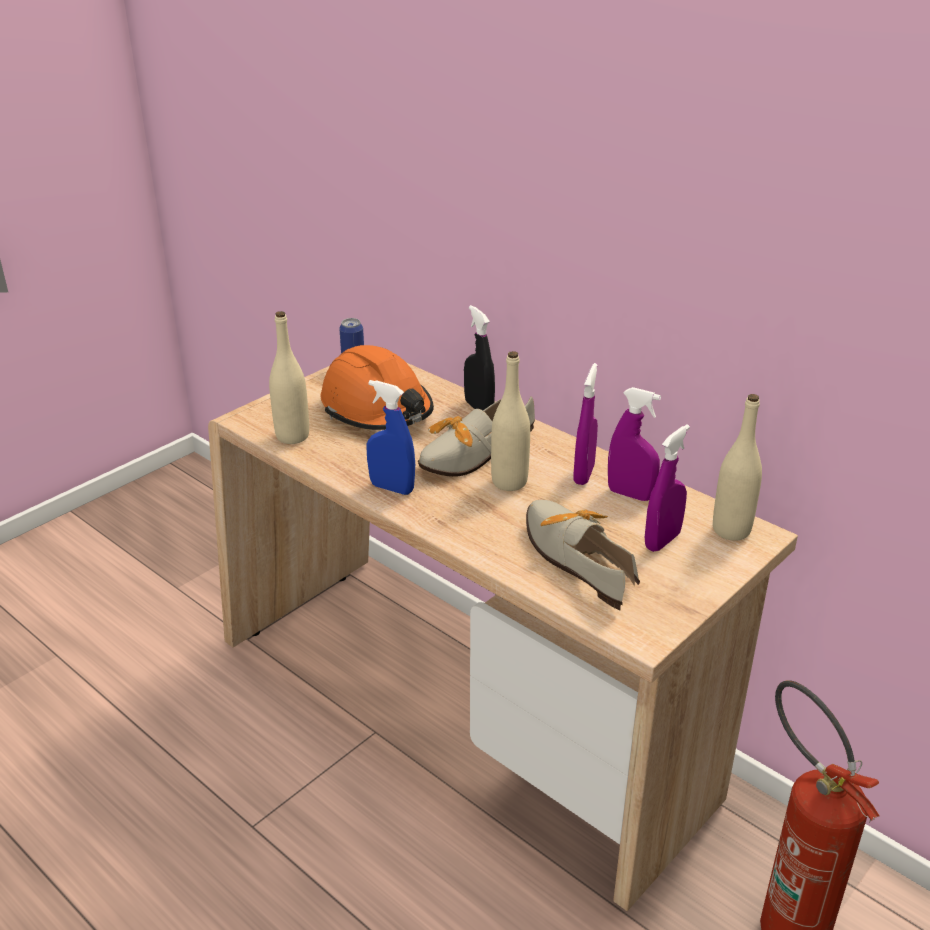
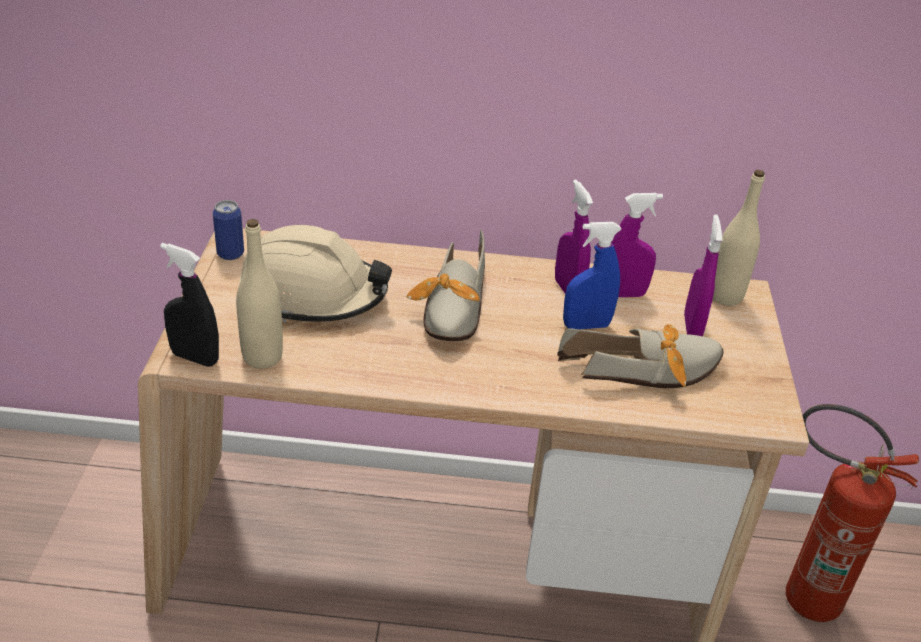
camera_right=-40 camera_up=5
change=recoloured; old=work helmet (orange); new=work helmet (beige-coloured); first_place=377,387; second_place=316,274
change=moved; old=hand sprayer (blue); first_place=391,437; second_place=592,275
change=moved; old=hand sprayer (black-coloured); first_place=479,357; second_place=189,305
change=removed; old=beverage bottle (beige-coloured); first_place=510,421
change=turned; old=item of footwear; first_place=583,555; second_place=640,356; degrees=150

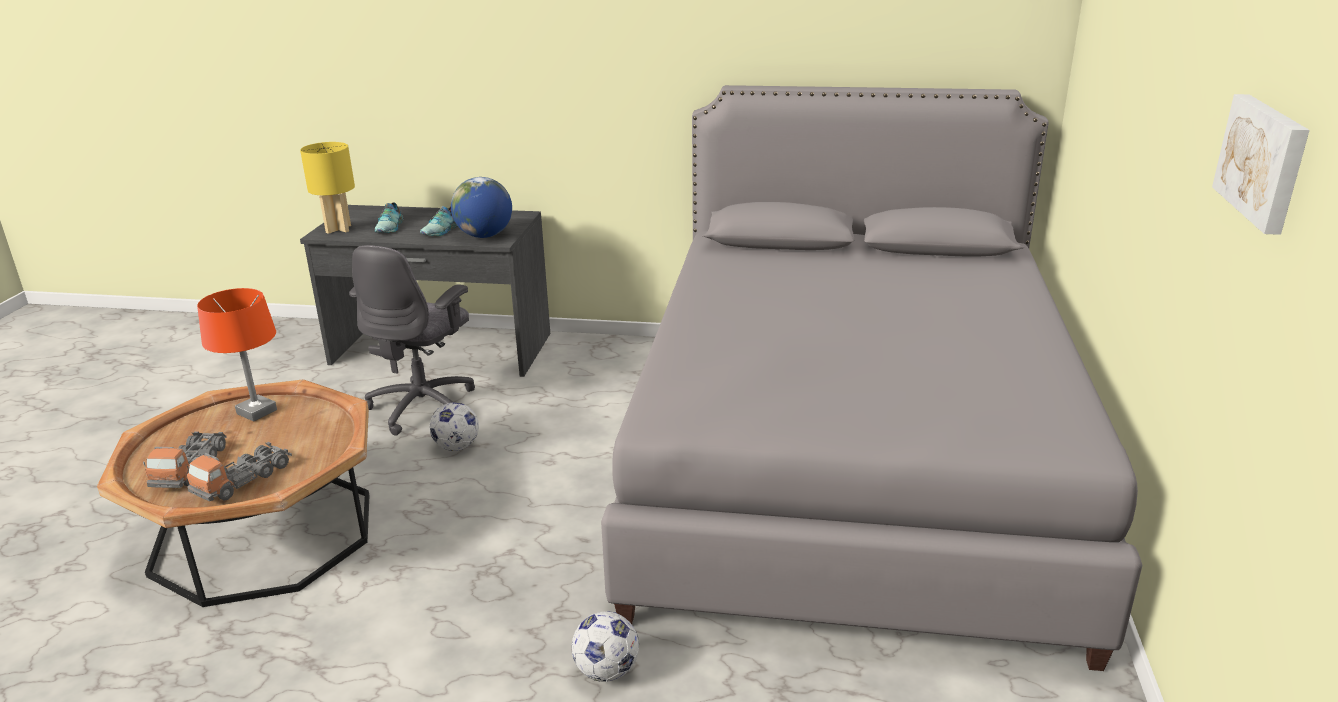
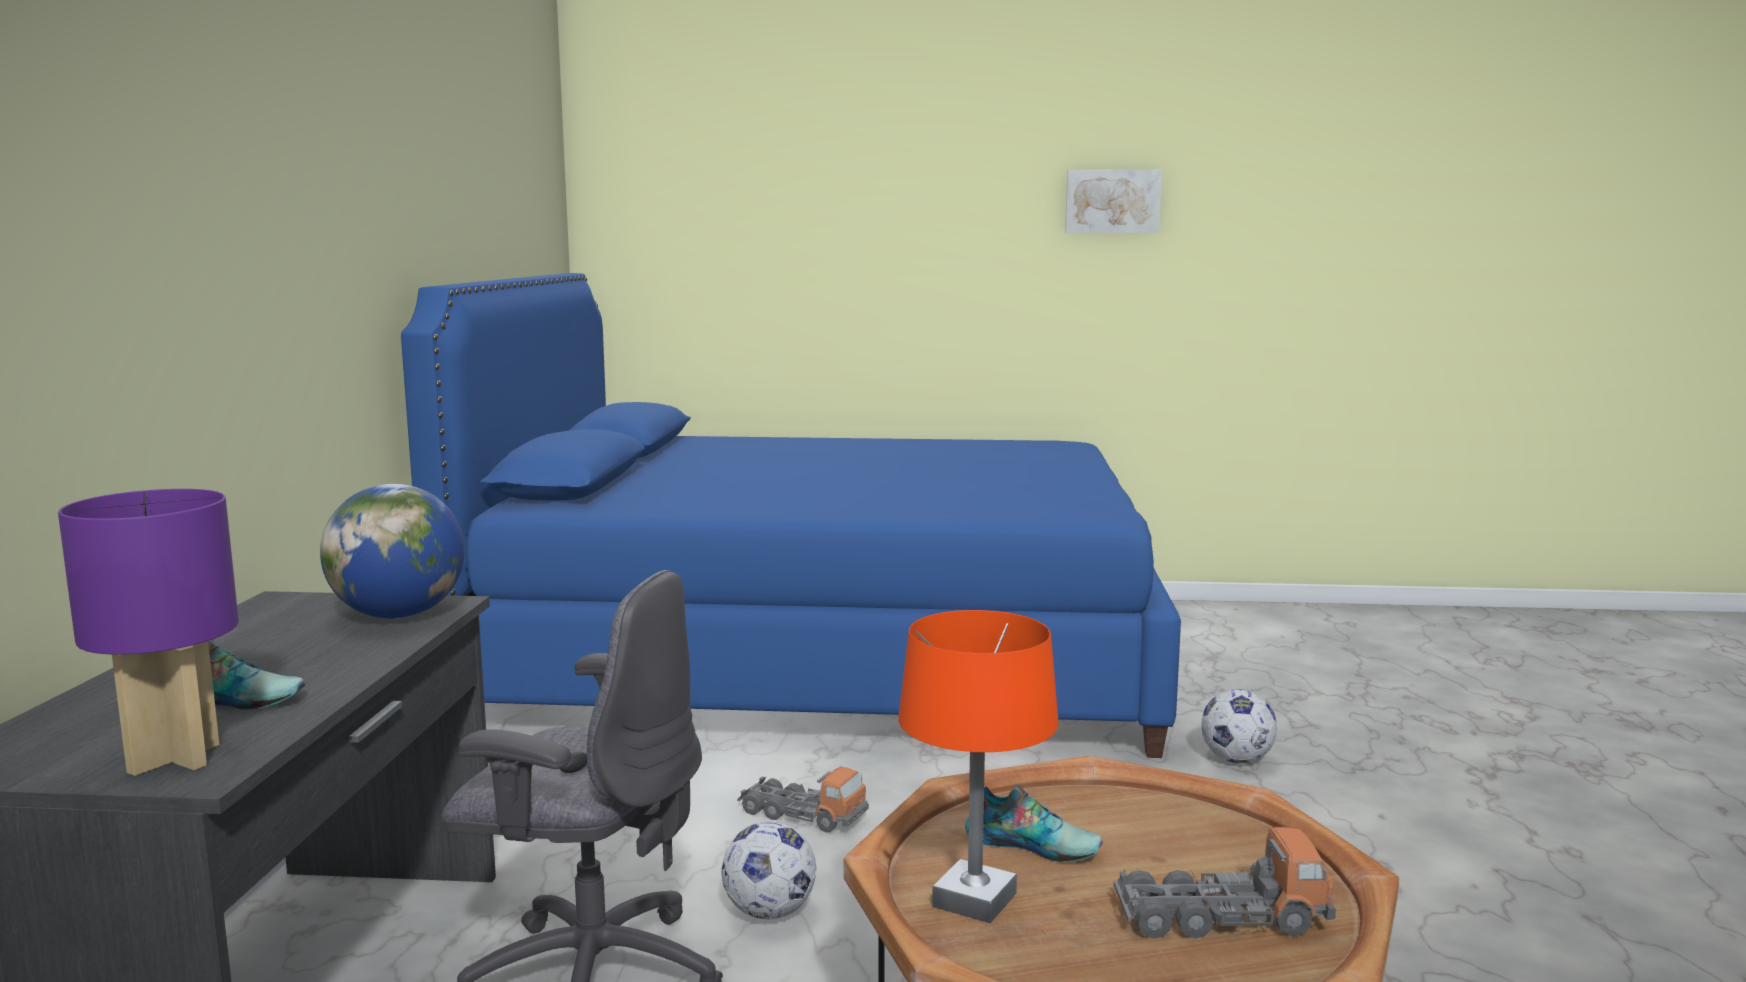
camera_right=-95 camera_up=-15
change=moved; old=model truck; first_place=239,471; second_place=803,799
change=recoloured; old=table lamp (yellowish); new=table lamp (purple-coloured); first_place=327,188; second_place=148,632
change=moved; old=item of footwear; first_place=439,221; second_place=1034,823
change=recoloured; old=bedroom bed (gray); new=bedroom bed (blue); first_place=871,378; second_place=791,515

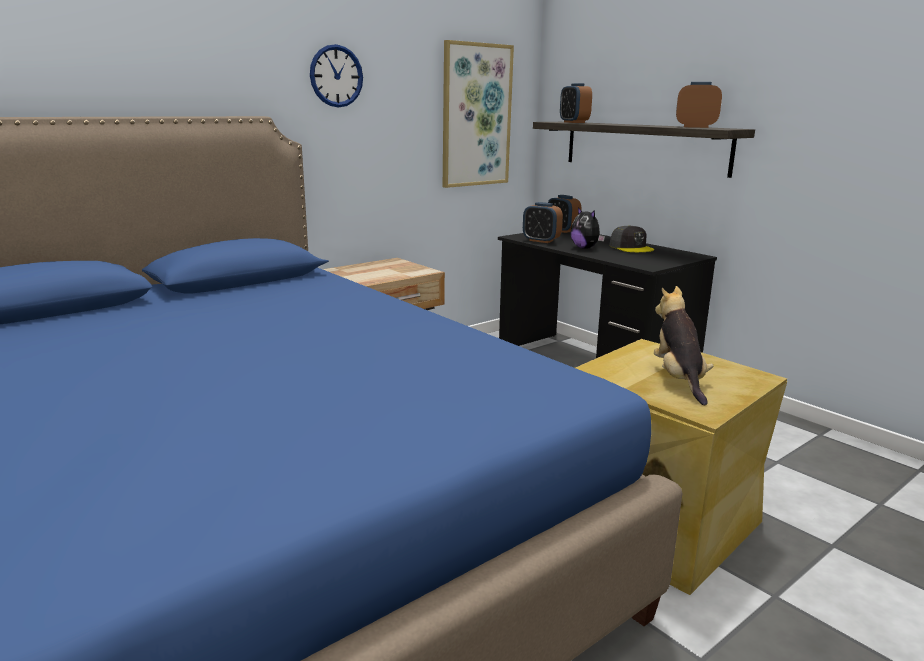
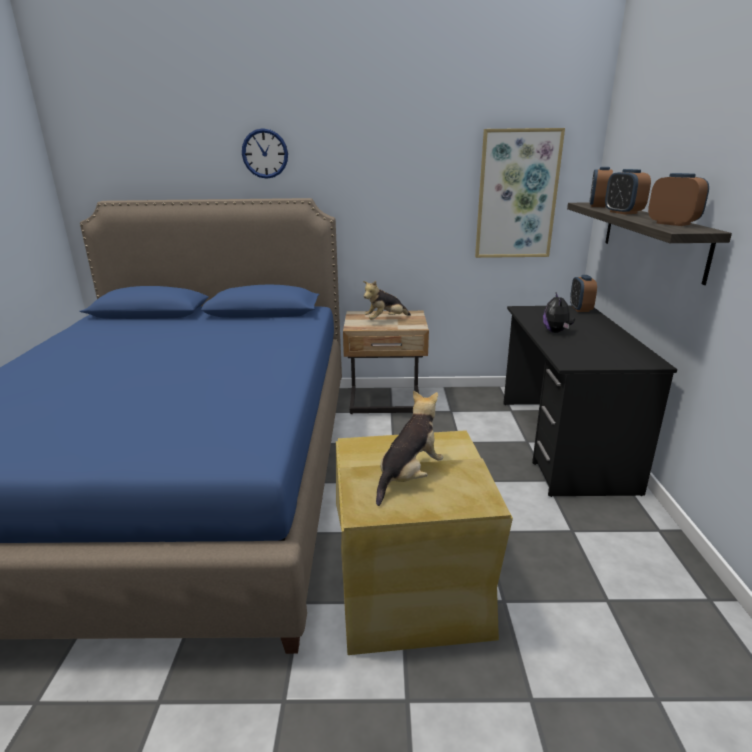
camera_right=40 camera_up=5
change=moved; old=wall clock; first_place=336,75; second_place=265,153
change=moved; old=table clock; first_place=543,222; second_place=628,192
change=removed; old=cap (gray); first_place=631,238
change=added; new=plush toy; second_place=387,300

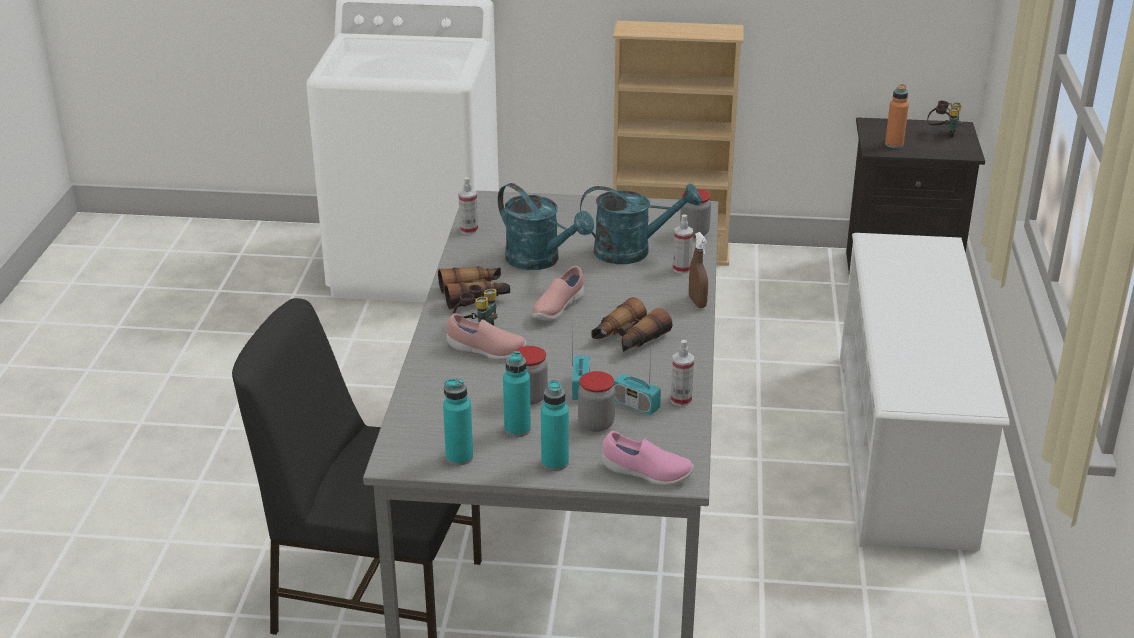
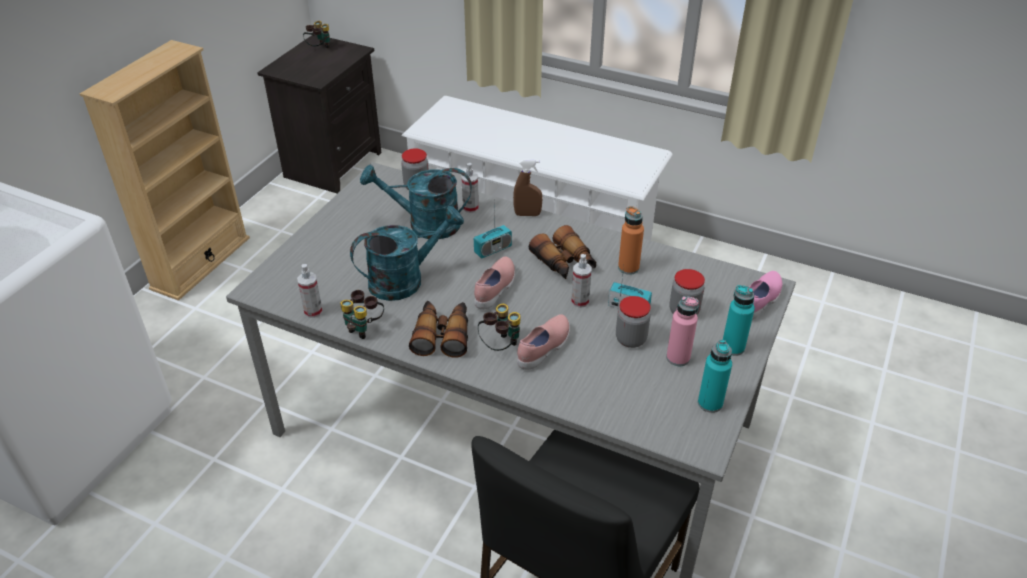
camera_right=-70 camera_up=10
change=recoloured; old=beverage bottle (blue-green); new=beverage bottle (pinkish); first_place=517,394; second_place=682,331
change=turned; old=item of footwear (pinkish); first_place=558,293; second_place=494,283; degrees=-120
change=turned; old=sprinkling can (blue-green); first_place=640,223; second_place=416,202; degrees=-105
change=moved; old=radio; first_place=637,384; second_place=493,230
change=moved; old=hand sprayer; first_place=682,373; second_place=581,281
change=moved; old=beverage bottle (orange); first_place=897,116; second_place=631,240
change=added; new=binoculars; second_place=362,314

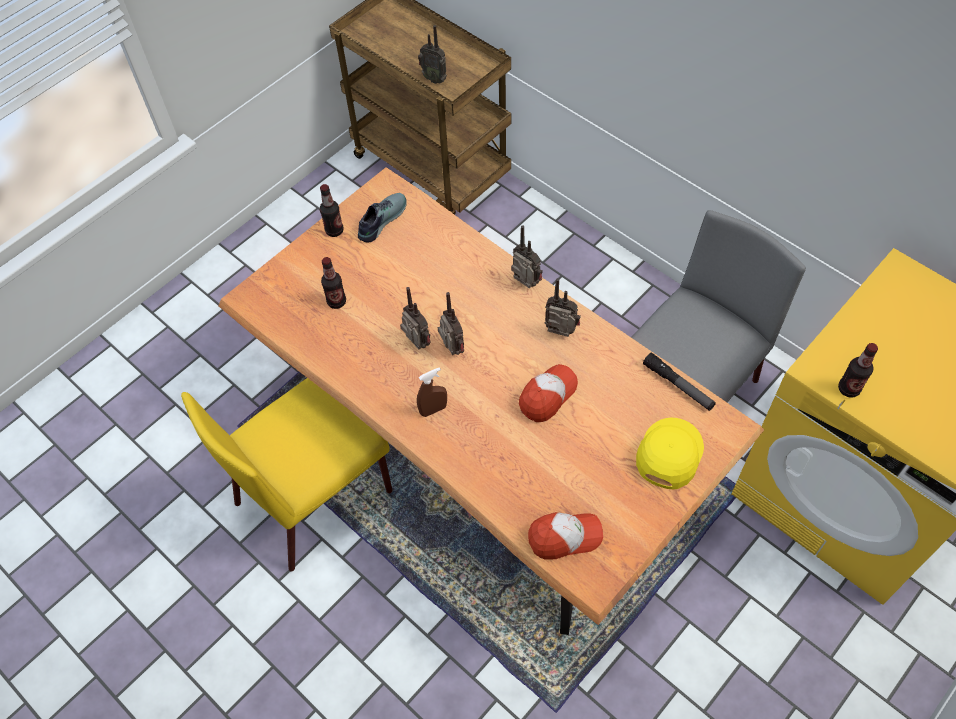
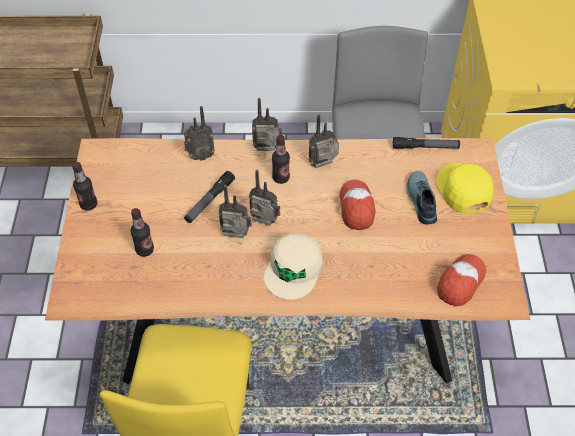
camera_right=-45 camera_up=-5
change=moved; old=item of footwear; first_place=382,218; second_place=421,198
change=replaced; old=hand sprayer (brownish); new=cap (beige-coloured); first_place=432,392; second_place=293,266
change=moved; old=radio; first_place=432,54; second_place=199,133
change=moved; old=beverage bottle; first_place=858,370; second_place=281,159
change=added; new=torch; second_place=209,197

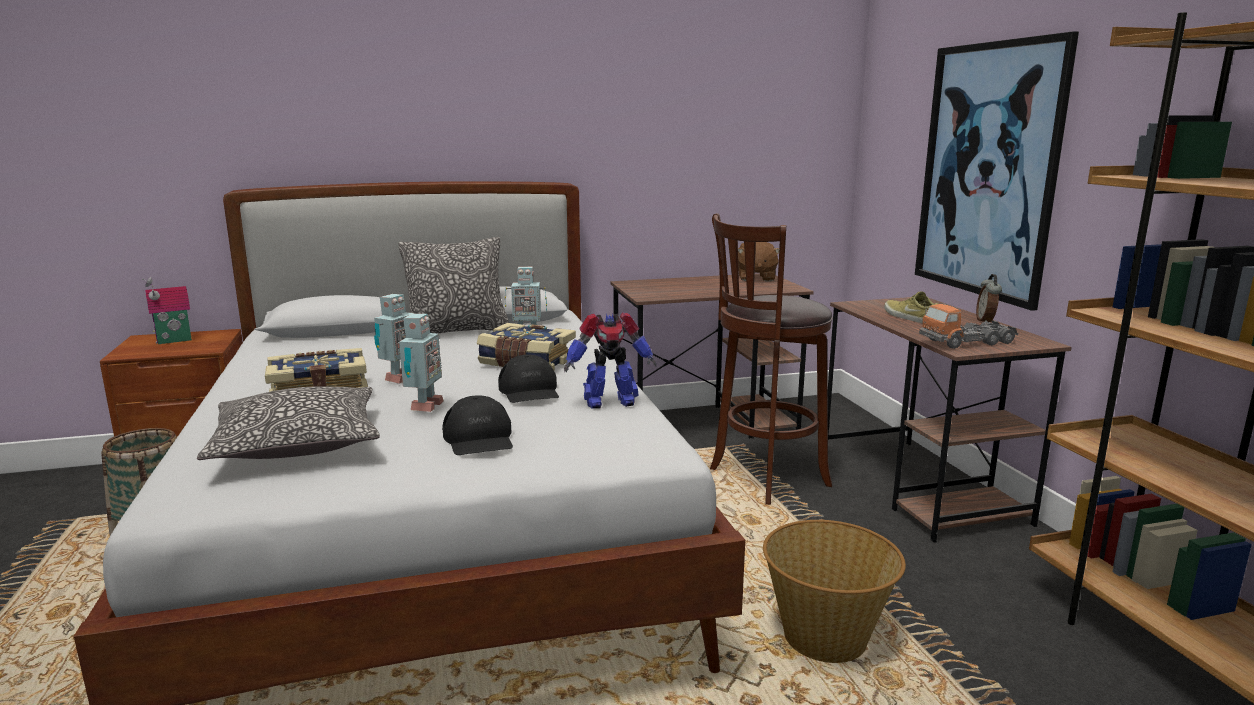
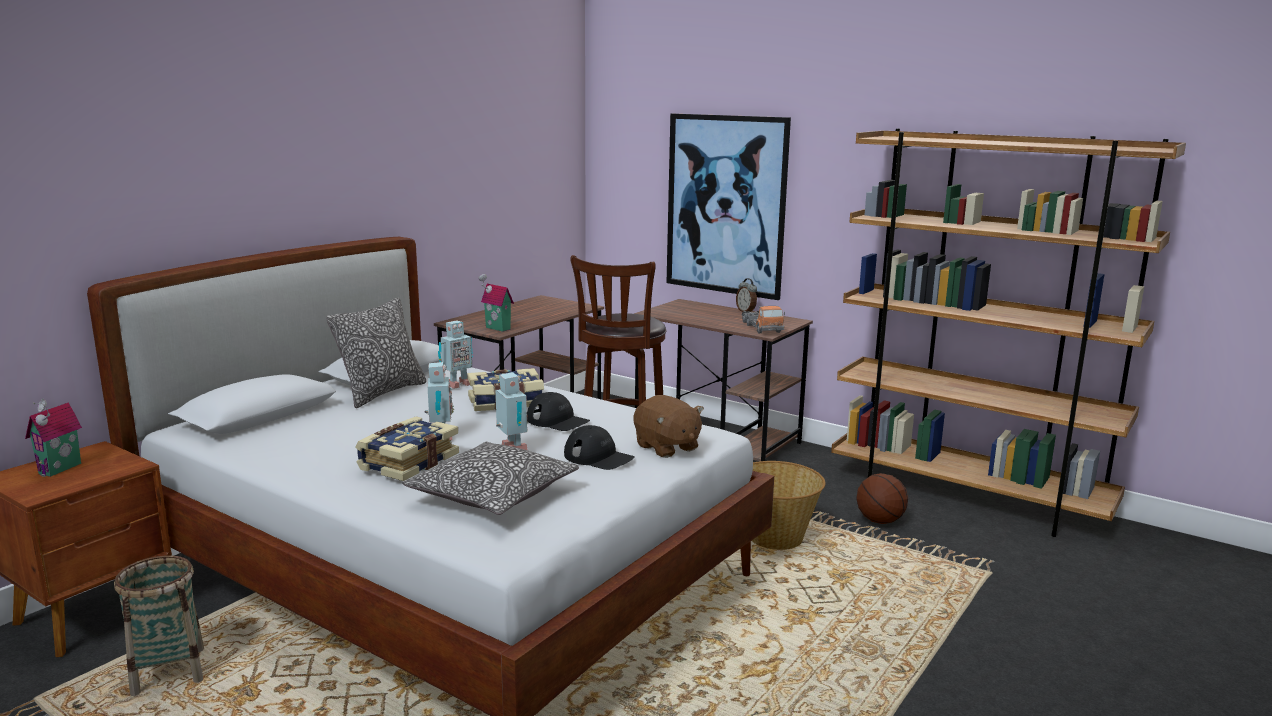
camera_right=-40 camera_up=0
change=removed; old=model robot; first_place=610,360
change=moved; old=plush toy (brownish); first_place=758,262; second_place=668,426
change=removed; old=item of footwear (beige-coloured); first_place=911,307
change=turned; old=model truck; first_place=968,326; second_place=763,319; degrees=-45
change=added; new=model house; second_place=496,303
change=added; new=basketball; second_place=882,498

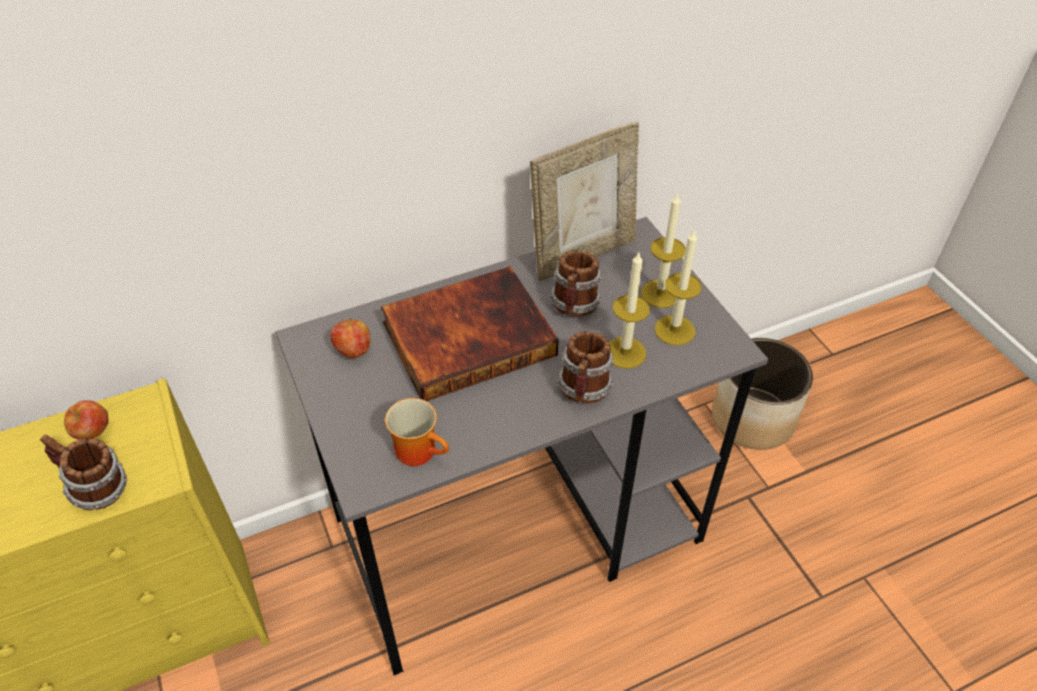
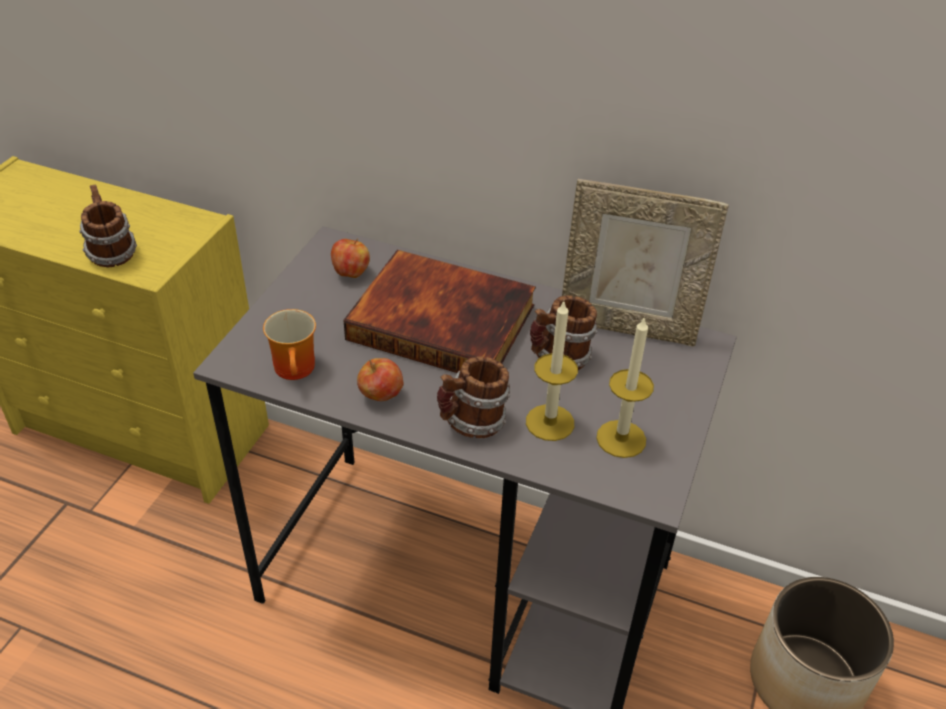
camera_right=45 camera_up=-5
change=moved; old=whole apple; first_place=86,420; second_place=380,379
change=removed; old=candle; first_place=663,250

